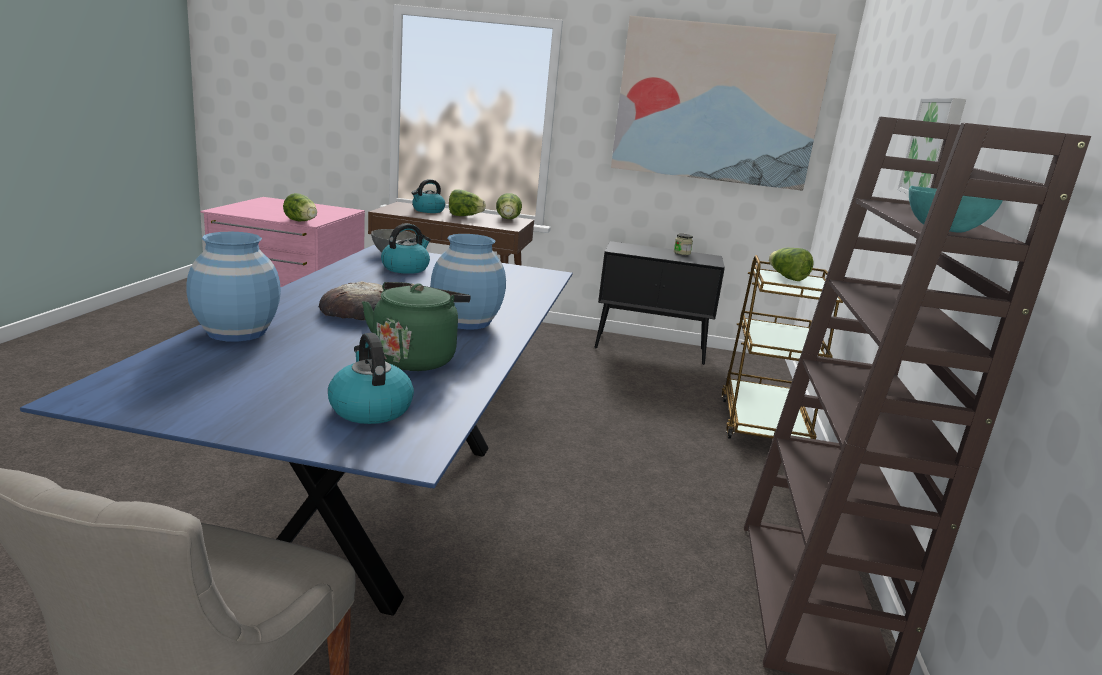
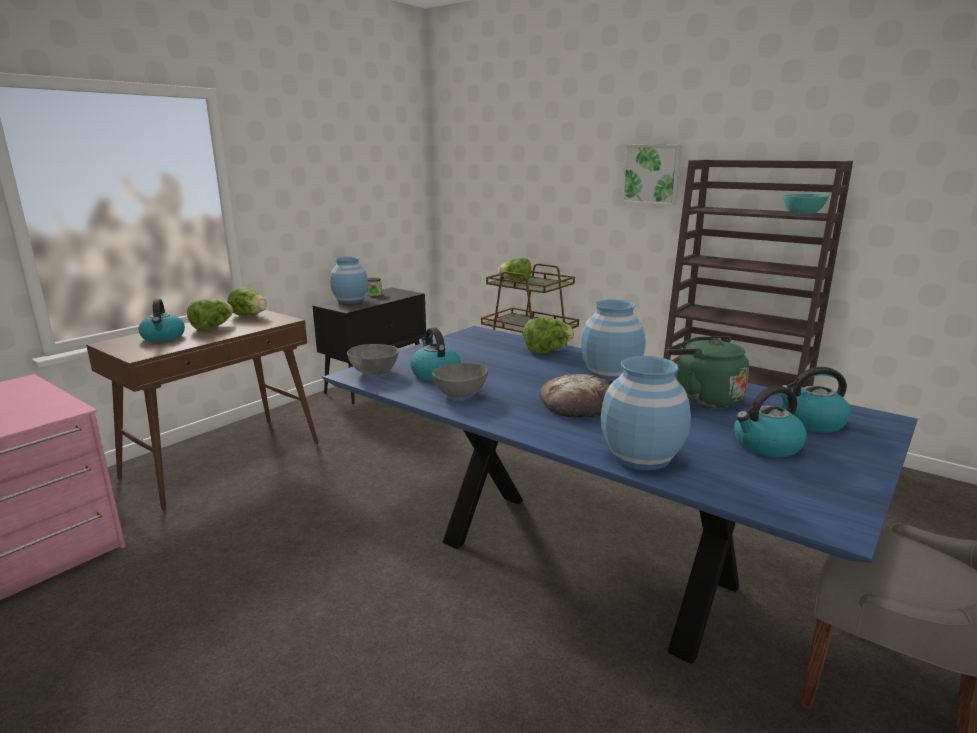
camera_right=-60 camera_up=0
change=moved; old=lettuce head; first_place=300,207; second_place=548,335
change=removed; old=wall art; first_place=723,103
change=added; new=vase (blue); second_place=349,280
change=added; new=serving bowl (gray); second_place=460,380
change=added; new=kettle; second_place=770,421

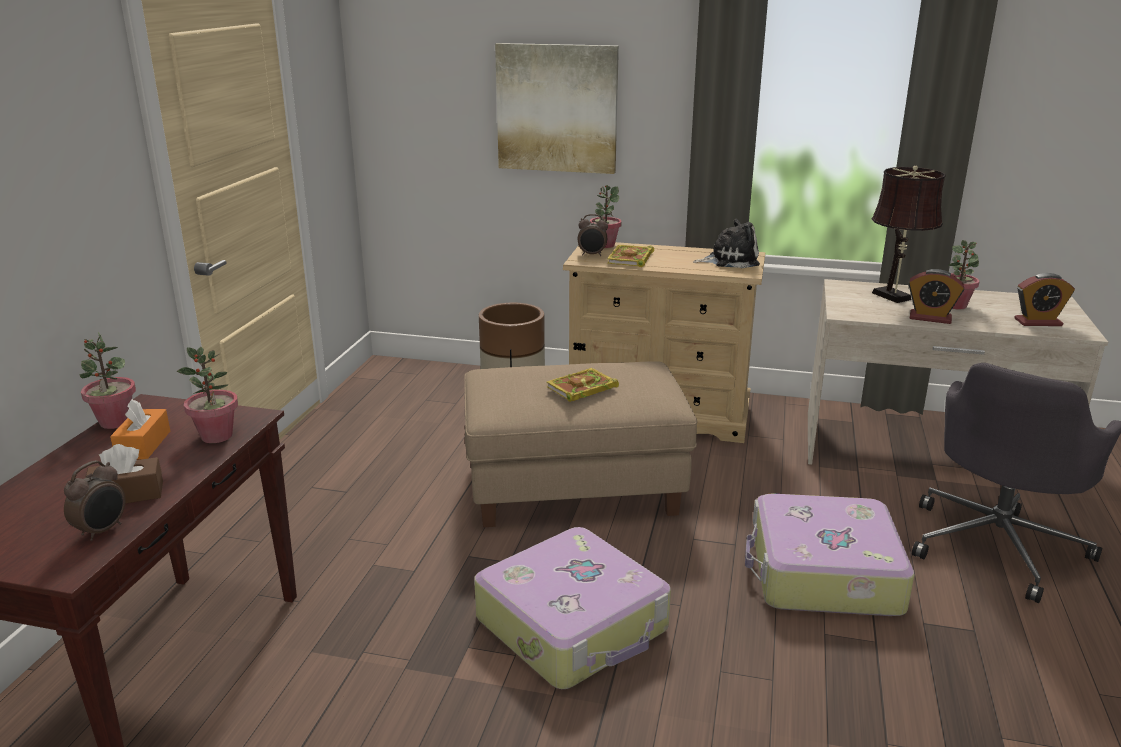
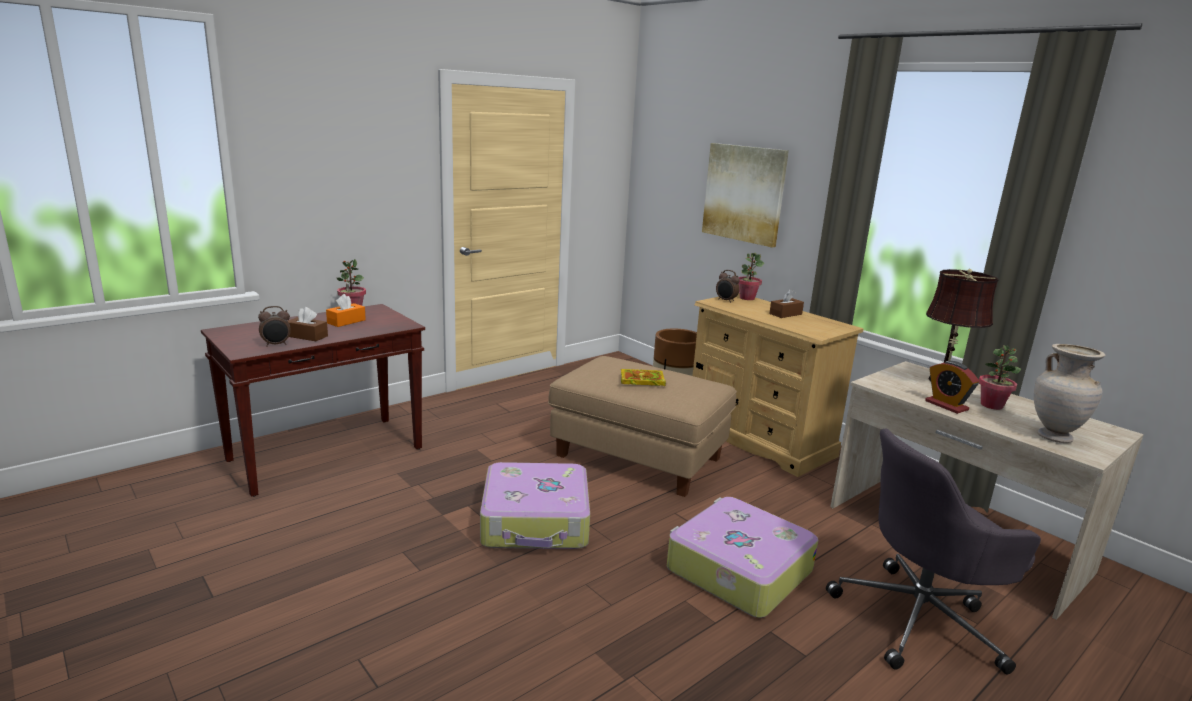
camera_right=35 camera_up=-5
change=removed; old=plant in a pot; first_place=207,395
change=removed; old=bound book; first_place=630,256
change=removed; old=plush toy; first_place=726,243
change=replaced; old=table clock; new=vase (beige-coloured); first_place=1044,299; second_place=1069,393
change=added; new=tissue holder (brownish); second_place=786,303

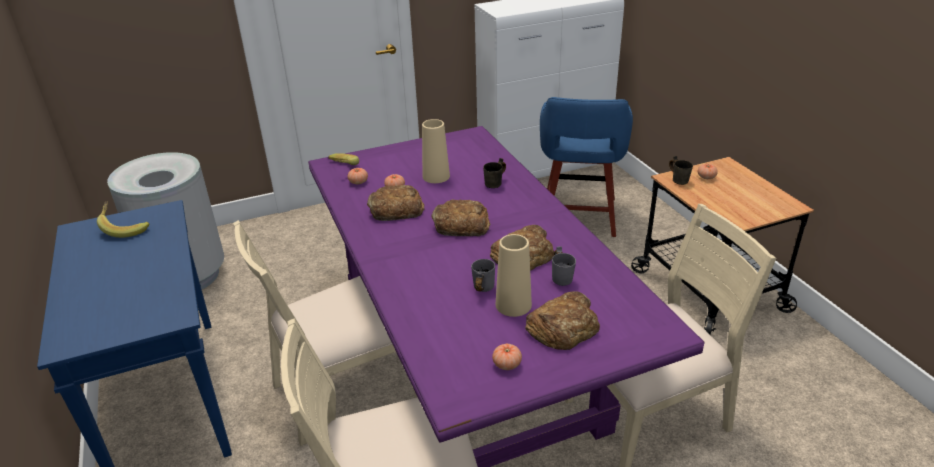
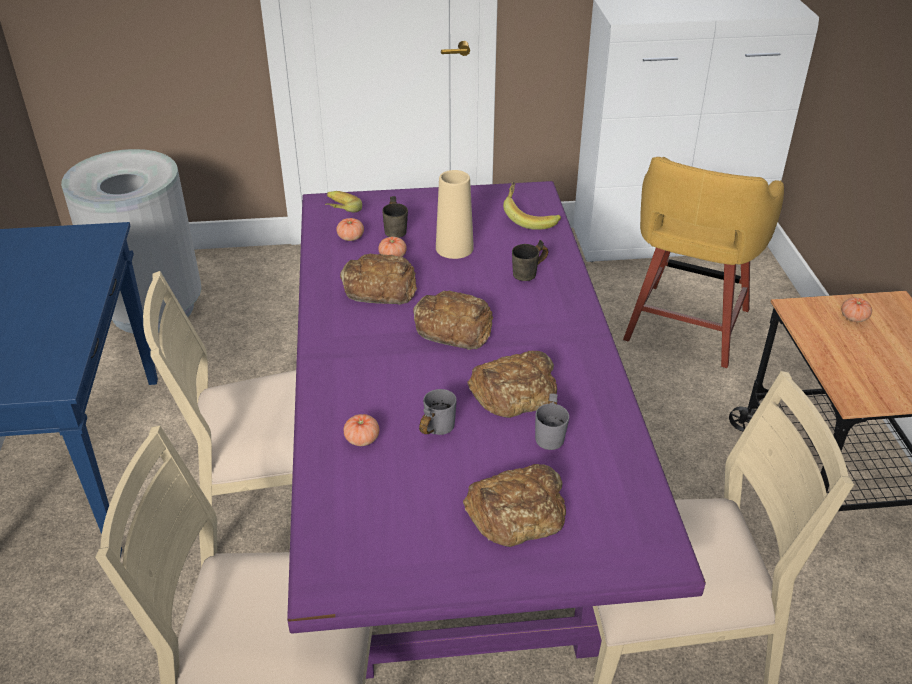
camera_right=15 camera_up=5
change=moved; old=banana fruit; first_place=123,219; second_place=532,206
change=moved; old=fresh tomato; first_place=507,357; second_place=361,430
change=removed; old=vase (beige-coloured); first_place=514,275
change=recoloured; old=stool seat (blue); new=stool seat (yellowish); first_place=586,167; second_place=703,262
change=moved; old=coffee mug (gray); first_place=681,170; second_place=395,217

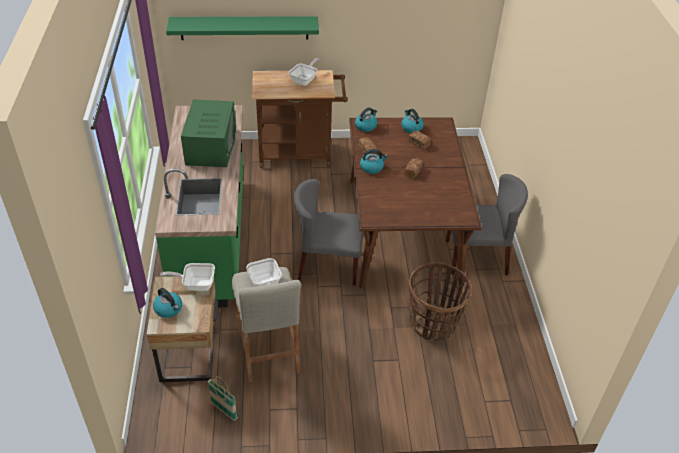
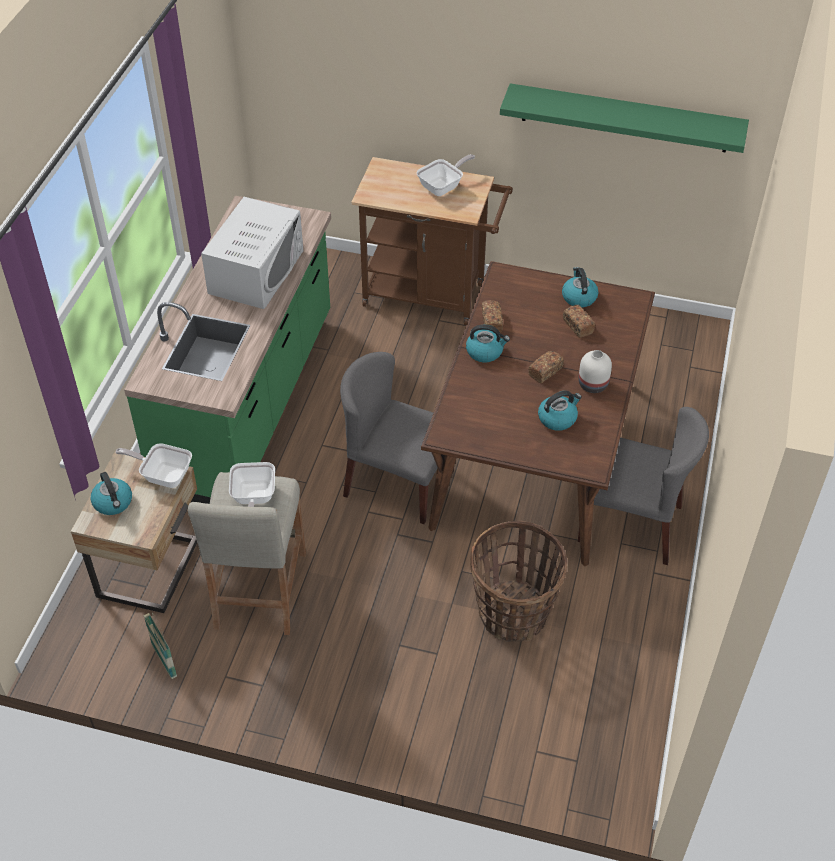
camera_right=20 camera_up=5
change=moved; old=shelf (greenish); first_place=242,28; second_place=624,118
change=recoloured; old=microwave oven (greenish); new=microwave oven (whitish); first_place=208,133; second_place=252,253
change=moved; old=kettle; first_place=366,119; second_place=560,411
change=added; new=vase (whitish); second_place=595,371

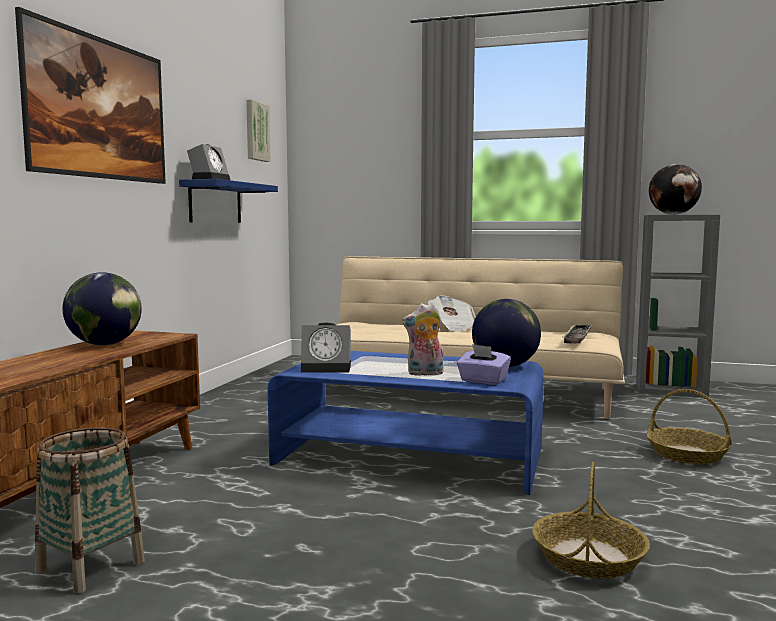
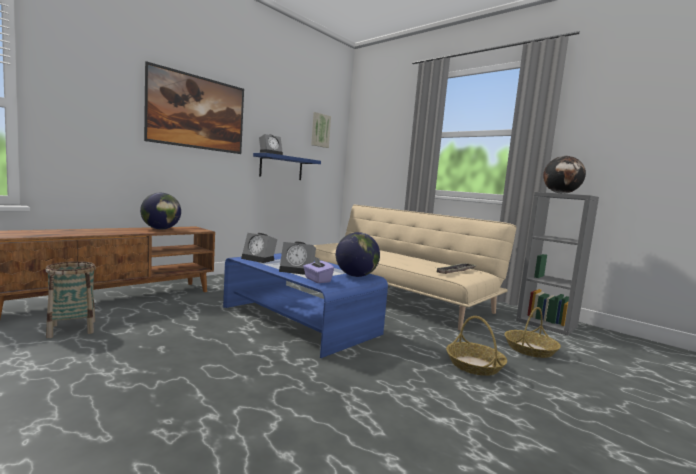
camera_right=25 camera_up=0
change=replaced; old=plush toy; new=table clock; first_place=423,339; second_place=297,258
change=removed; old=newspaper; first_place=452,313
change=moved; old=household basket; first_place=591,520; second_place=532,332

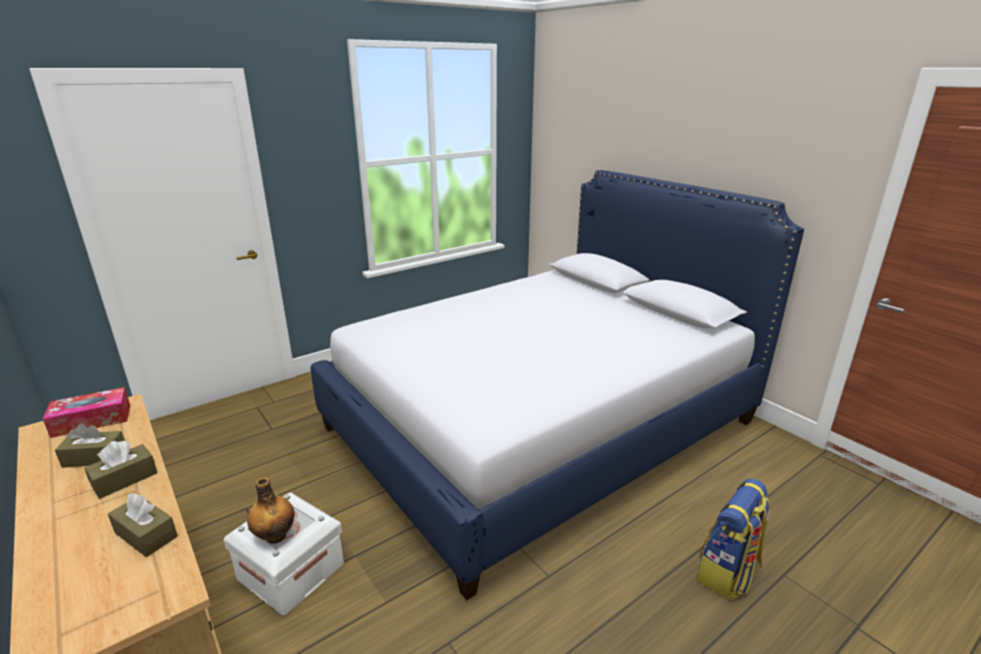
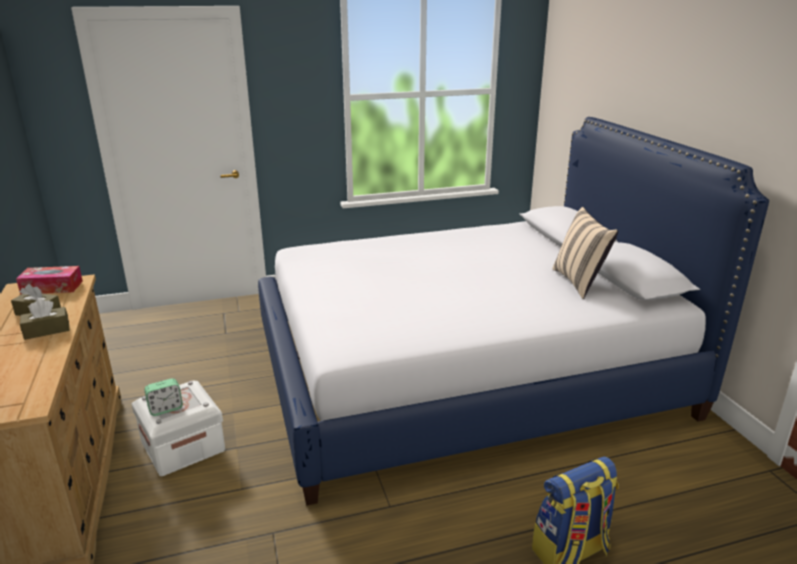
camera_right=20 camera_up=0
change=removed; old=tissue holder (brownish); first_place=143,525
change=replaced; old=beverage bottle; new=table clock; first_place=270,510; second_place=163,397
change=added; new=cushion (beige-coloured); second_place=585,253

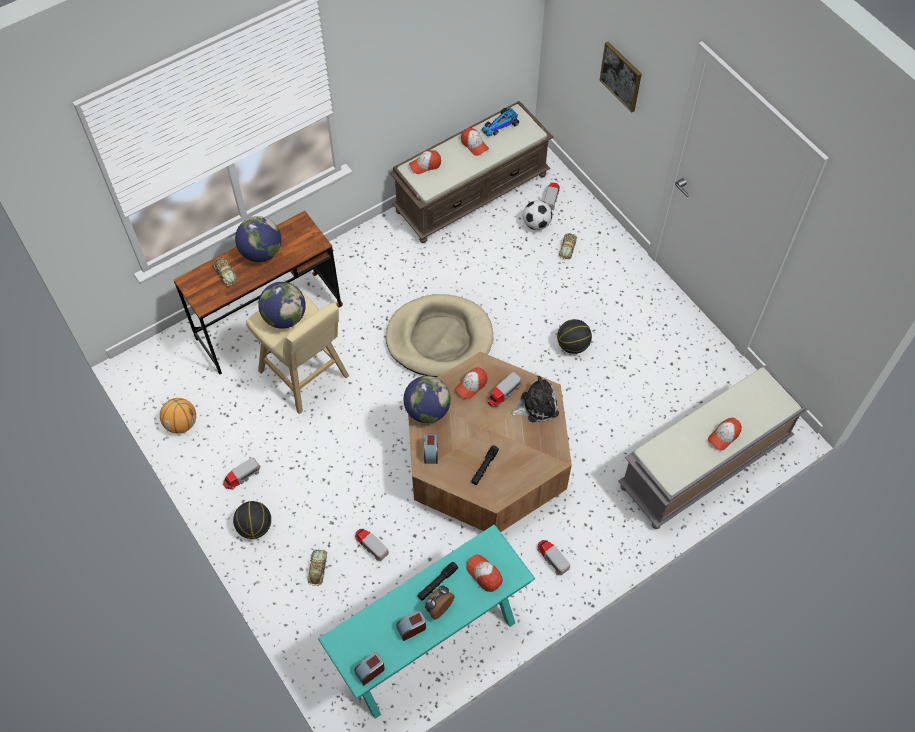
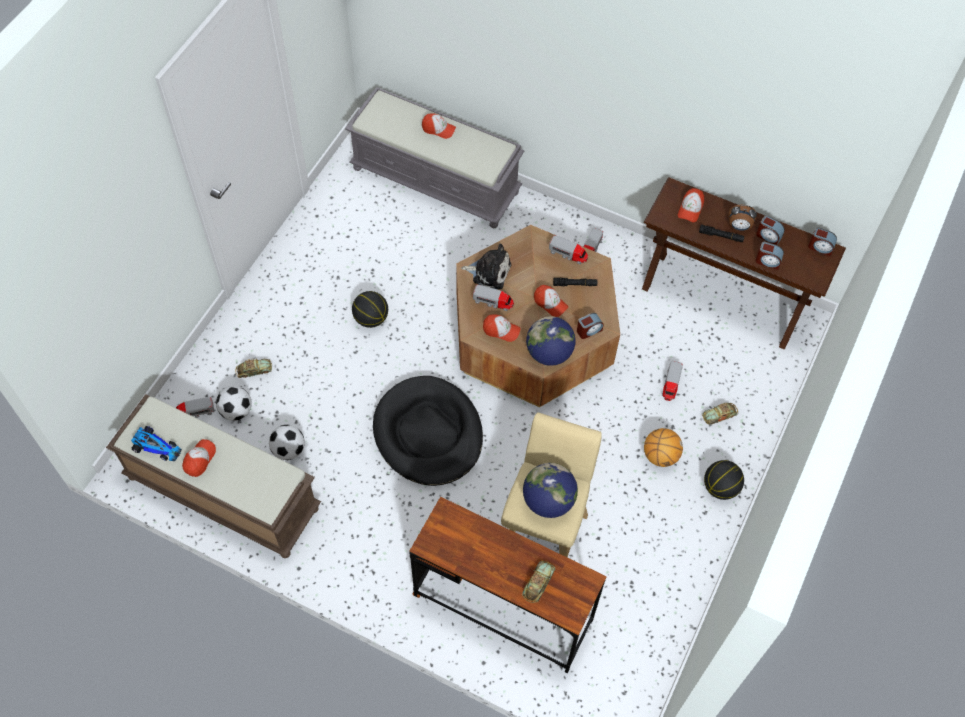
camera_right=-120 camera_up=0
change=moved; old=basketball; first_place=178,415; second_place=663,447
change=moved; old=model truck; first_place=241,474; second_place=568,249
change=removed; old=world globe; first_place=258,239
change=recoloured; old=narrow table (blue-green); new=narrow table (brownish); first_place=426,621; second_place=744,263
change=recoloured; old=dog bed (beige-coloured); new=dog bed (black-coloured); first_place=439,335; second_place=428,431
change=moved; old=cap; first_place=425,162; second_place=551,301
change=turned; old=plush toy; first_place=535,399; second_place=486,266; degrees=150
change=removed; old=wall art; first_place=620,77
change=added; new=football ball; second_place=287,442
change=added; new=table clock; second_place=769,256

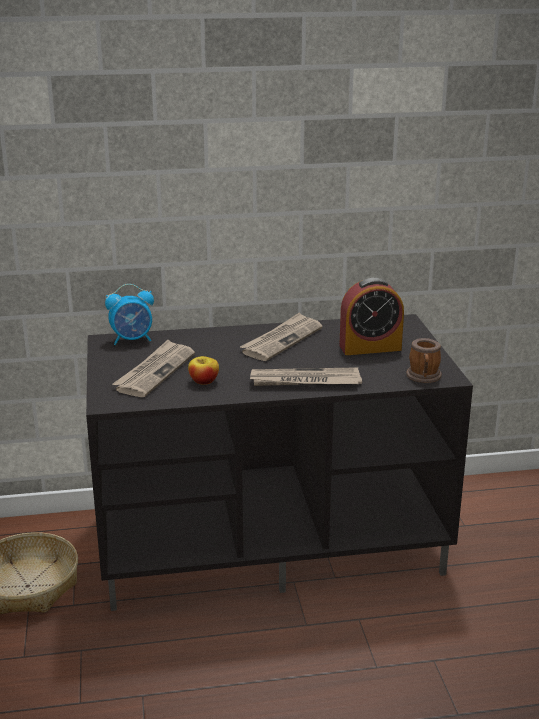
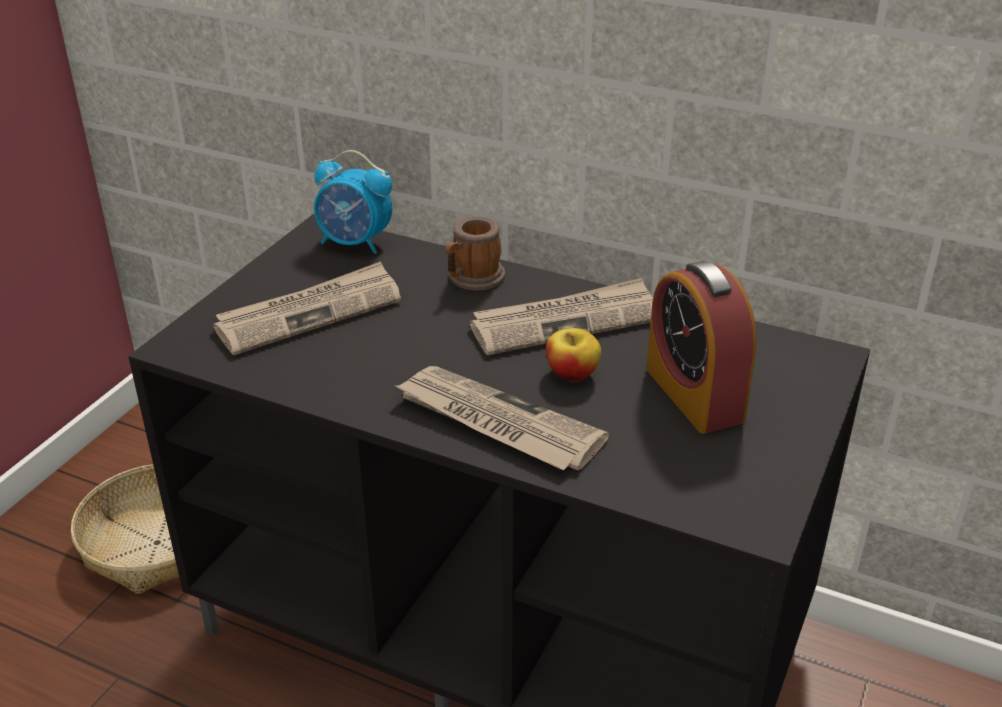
camera_right=35 camera_up=10
change=moved; old=whole apple; first_place=203,370; second_place=573,355
change=turned; old=table clock; first_place=371,316; second_place=701,347; degrees=45
change=moved; old=coffee mug; first_place=424,360; second_place=475,253

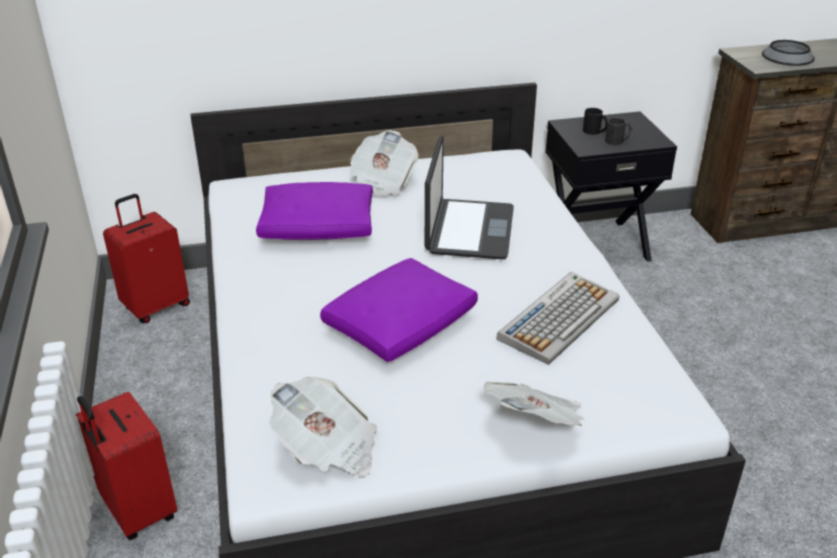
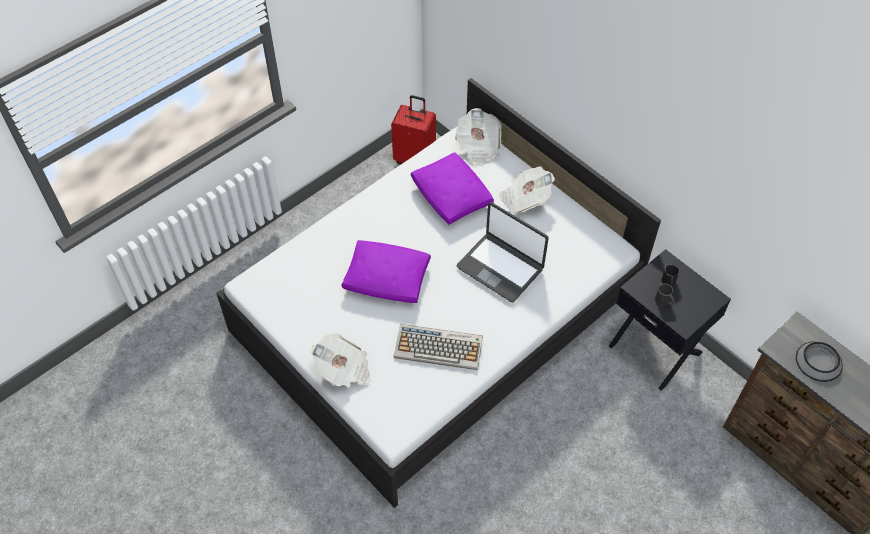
camera_right=60 camera_up=20
change=removed; old=piece of luggage (red-coloured); first_place=126,465
change=moved; old=newspaper; first_place=323,427; second_place=478,136
change=turned; old=laptop; first_place=469,197; second_place=503,252; degrees=60

